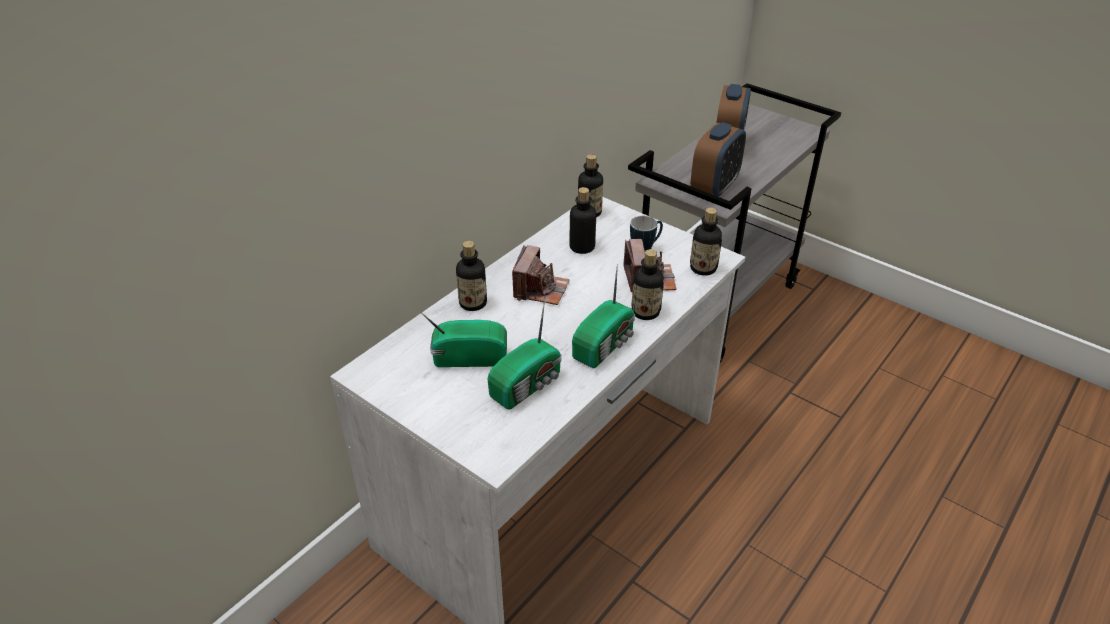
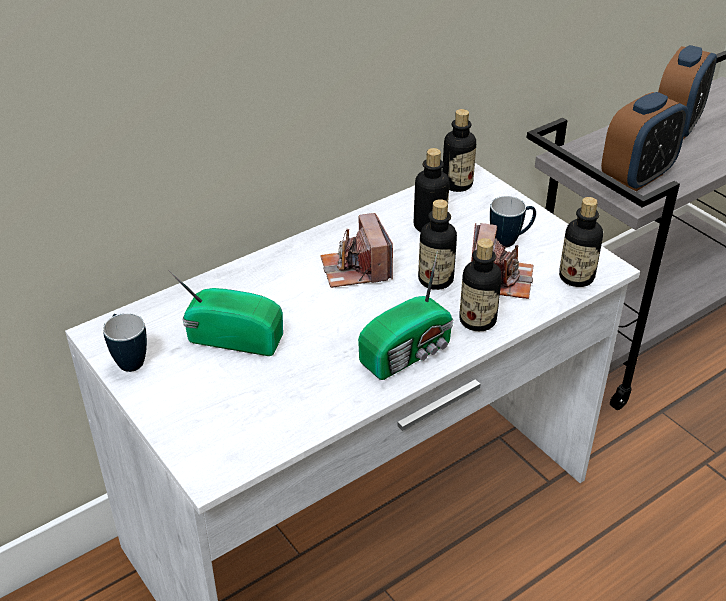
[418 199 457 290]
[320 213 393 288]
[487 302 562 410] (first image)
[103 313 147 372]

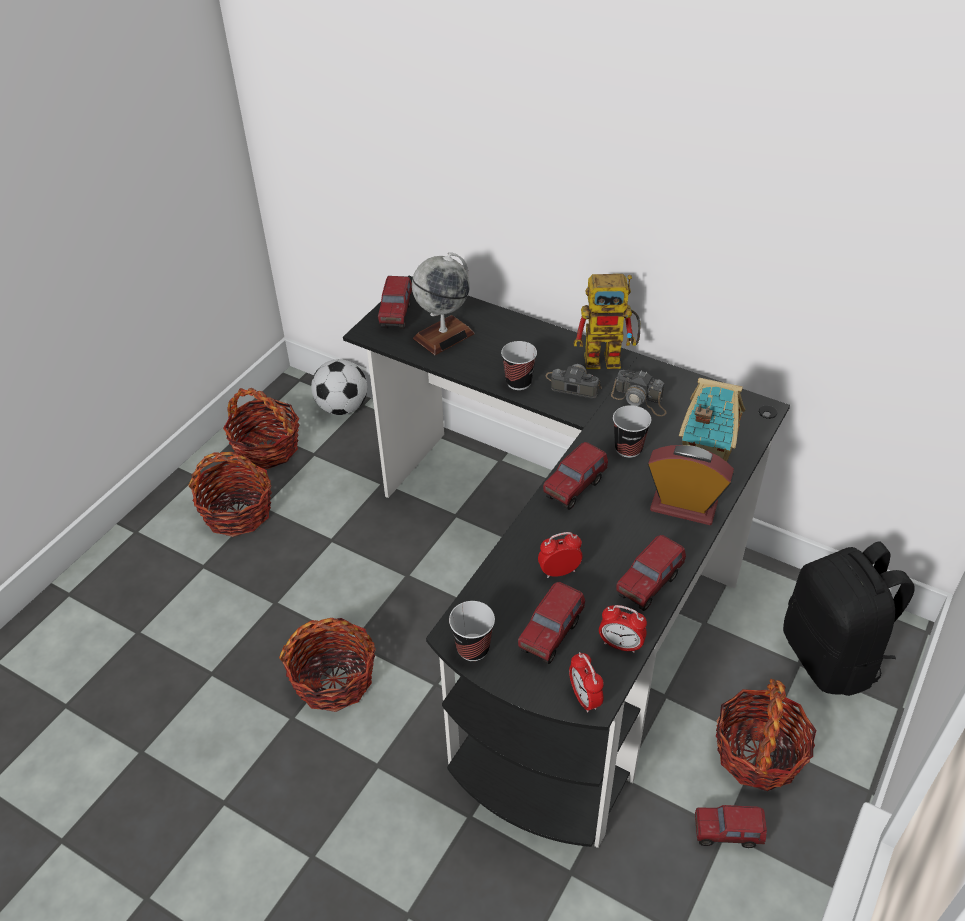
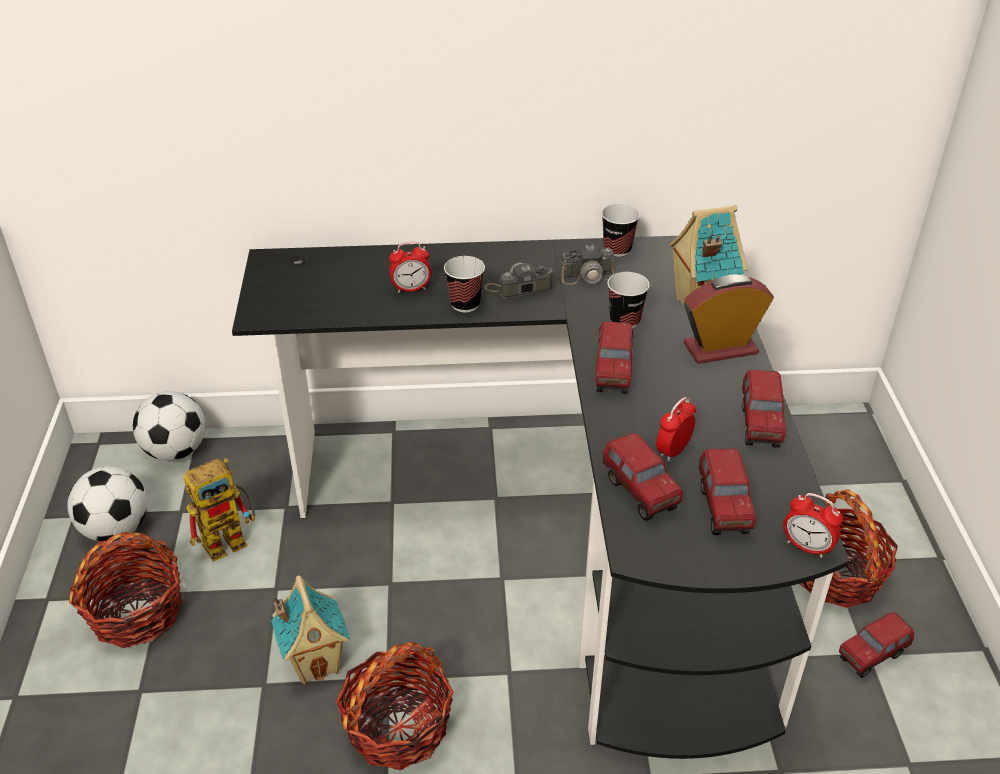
[412 252 475 355] (first image)
[184 458 255 562]
[603 433 683 521]
[67 466 148 542]
[783 542 915 696] (first image)
[601 204 640 257]
[389 242 431 293]
[271 575 350 684]

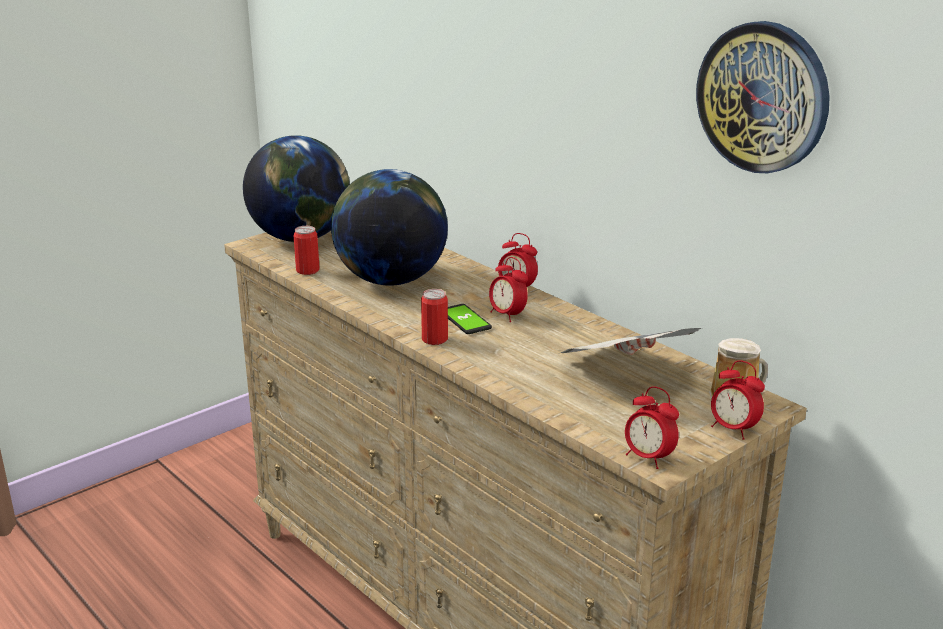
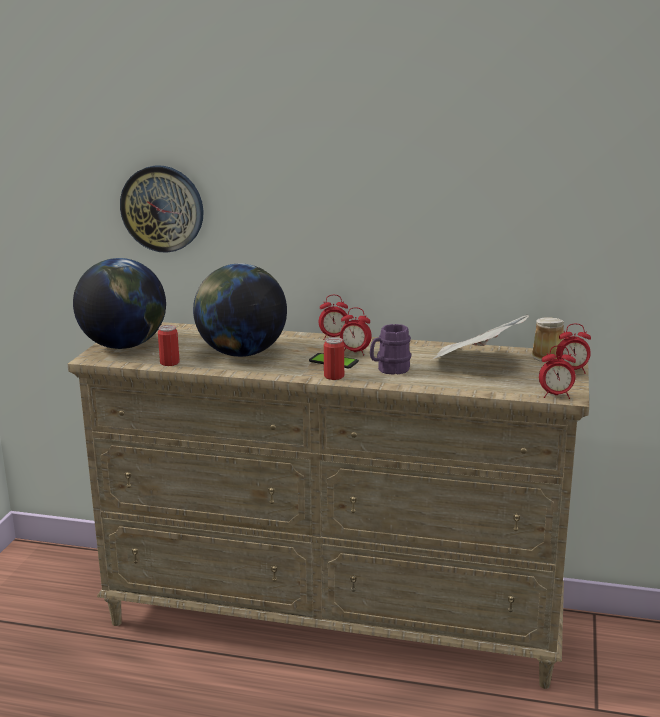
[120 165 204 253]
[370 324 411 375]

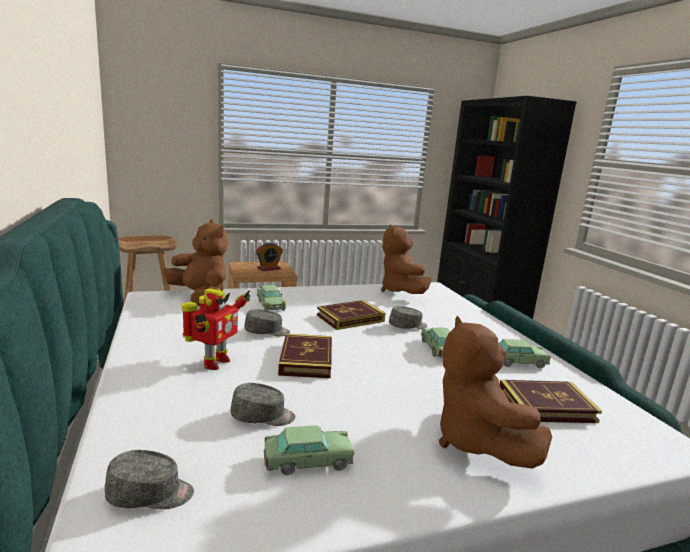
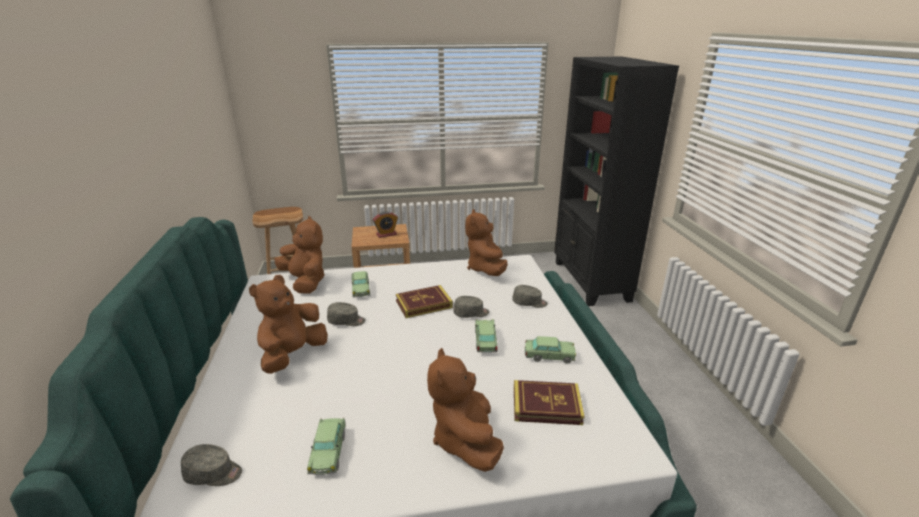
[249 275 328 374]
[278 334 332 378] (first image)
[512 285 548 308]
[307 418 346 475]

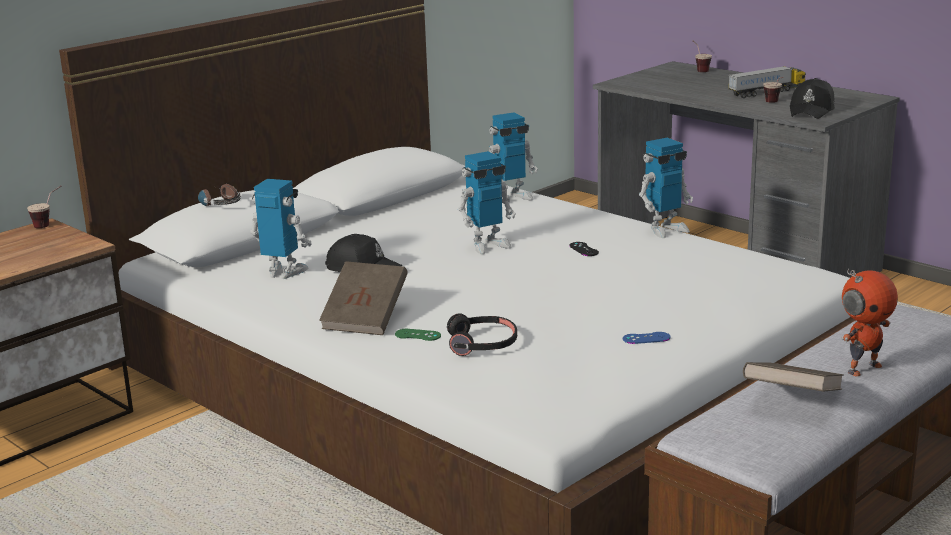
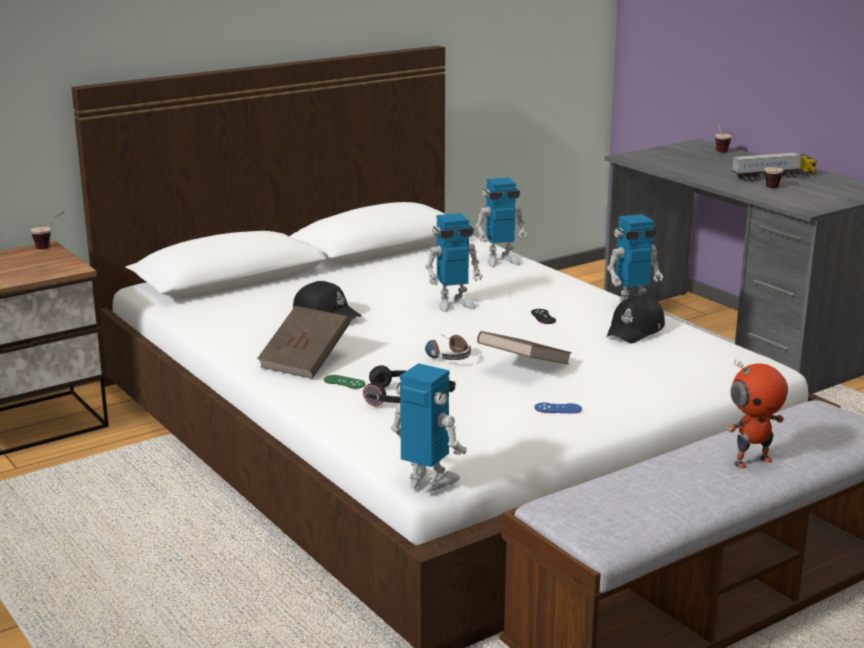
[607 295 665 343]
[391 363 467 493]
[425 335 471 360]
[477 331 572 364]

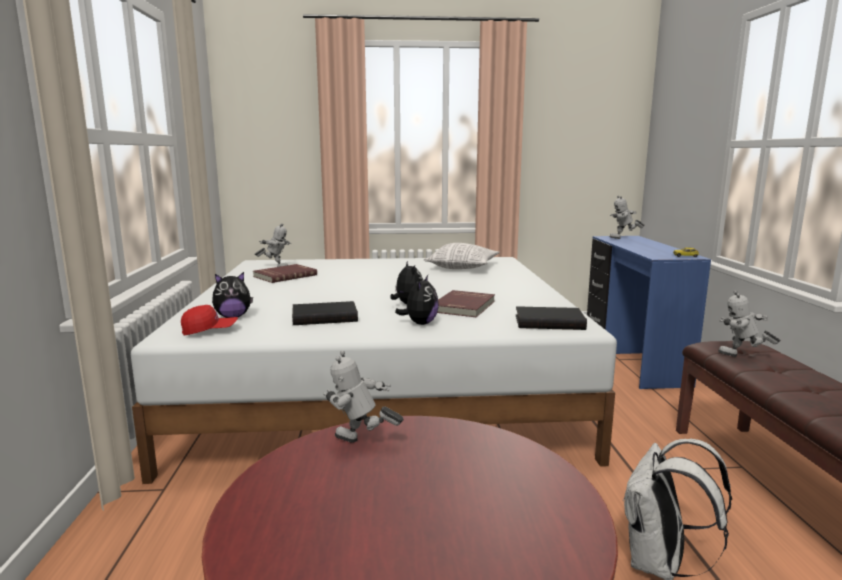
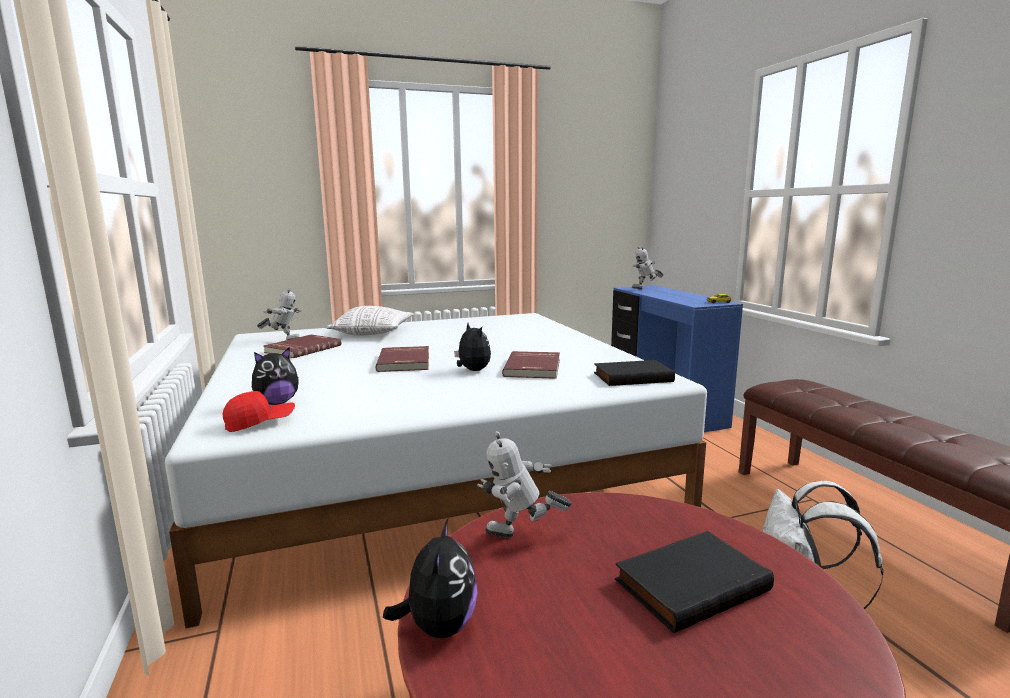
[325 306 414 336]
[383 519 477 638]
[718 291 781 357] (first image)
[615 531 774 633]
[376 346 429 372]

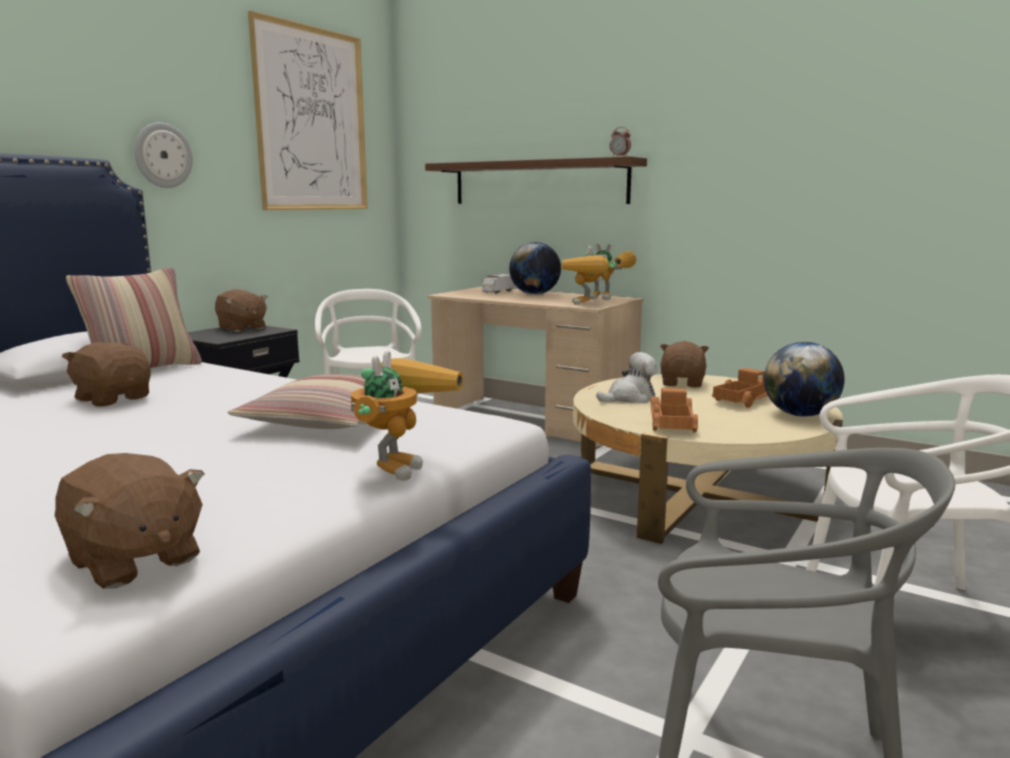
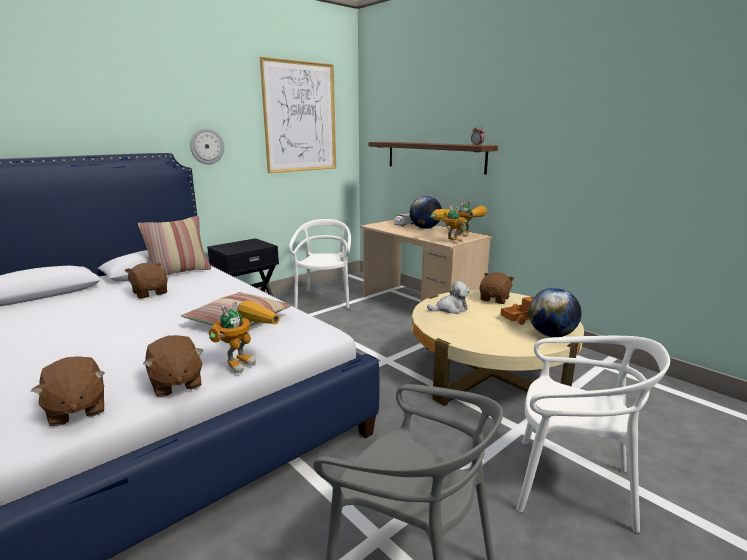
[430 205 467 242]
[143 335 204 397]
[650 388 698 433] (first image)

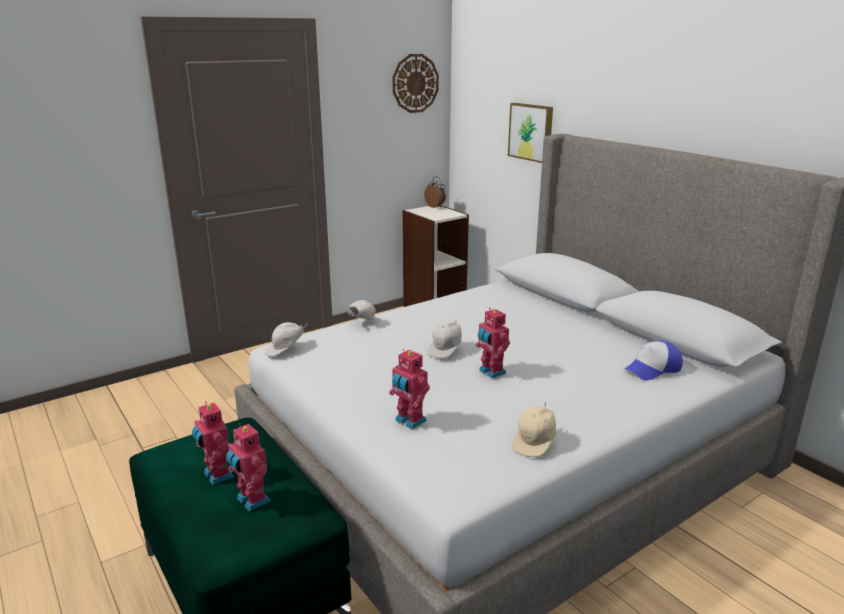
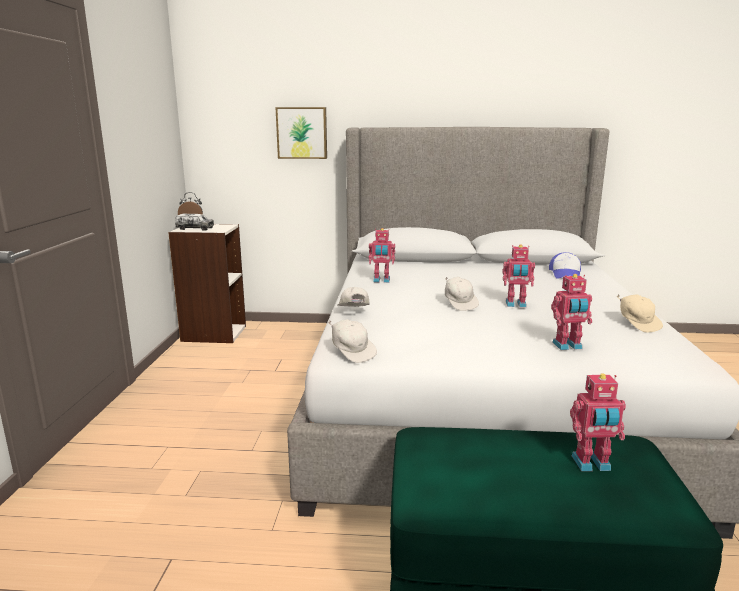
[392 54 439 113] (first image)
[328 319 377 363]
[369 228 395 283]
[175 214 214 231]

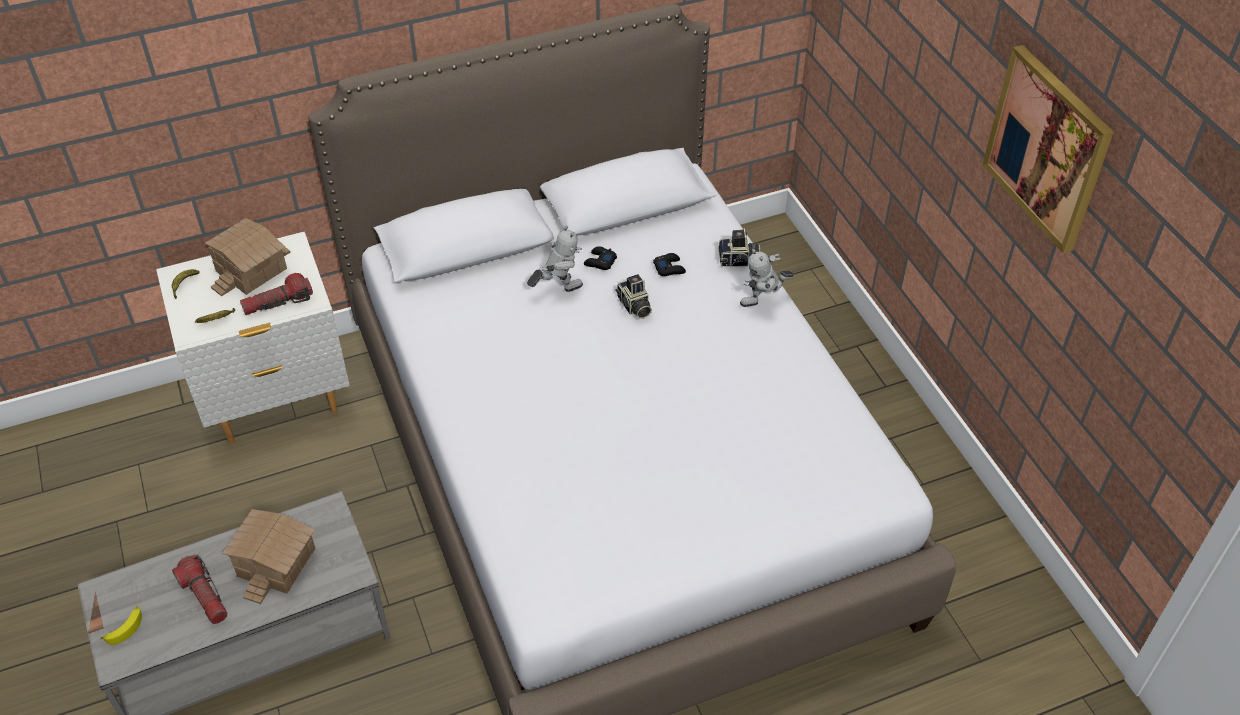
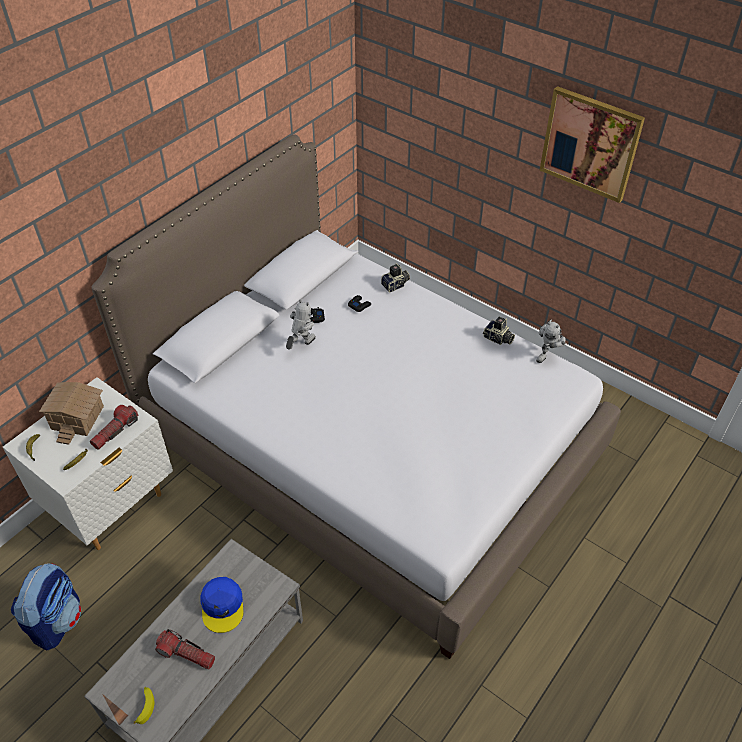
[536 319 566 363]
[483 317 515 345]
[200 577 244 633]
[11 563 81 650]

